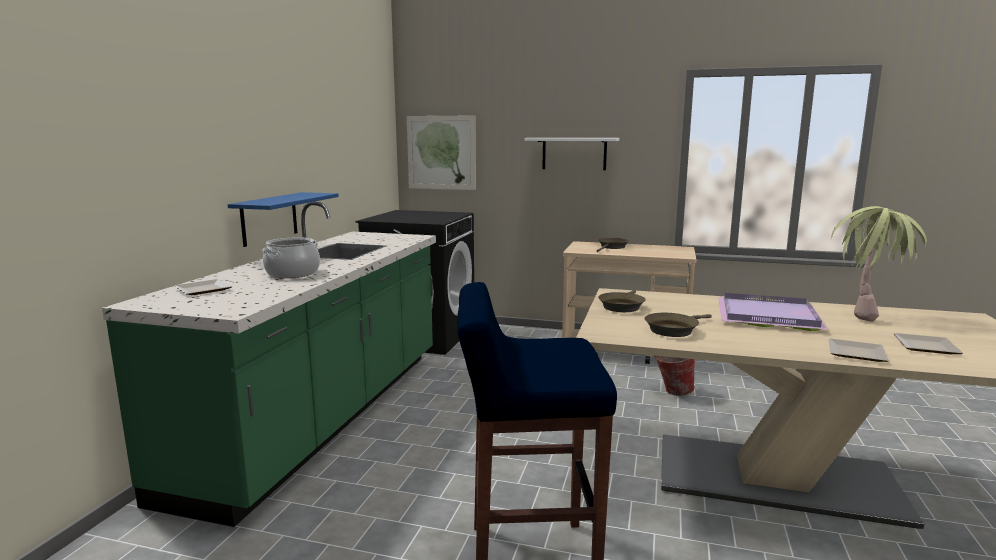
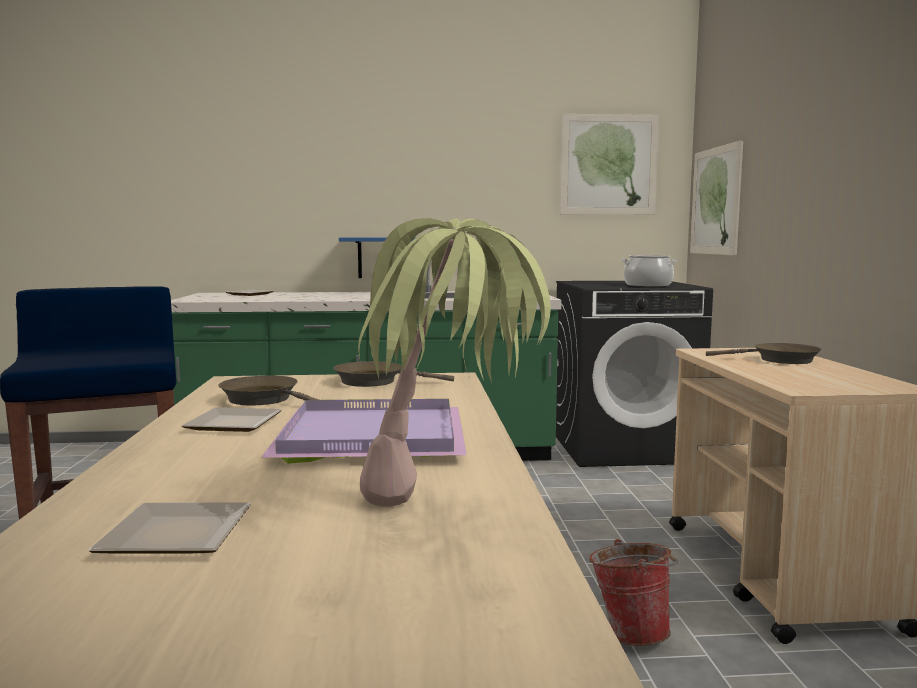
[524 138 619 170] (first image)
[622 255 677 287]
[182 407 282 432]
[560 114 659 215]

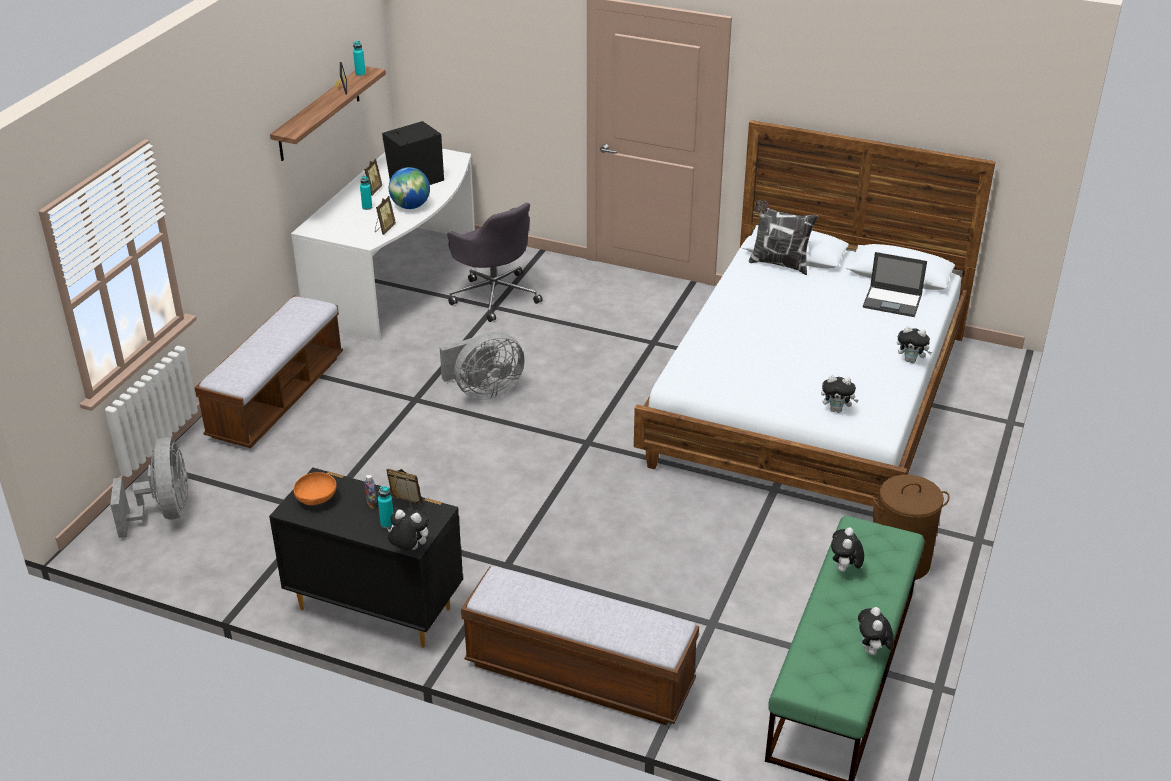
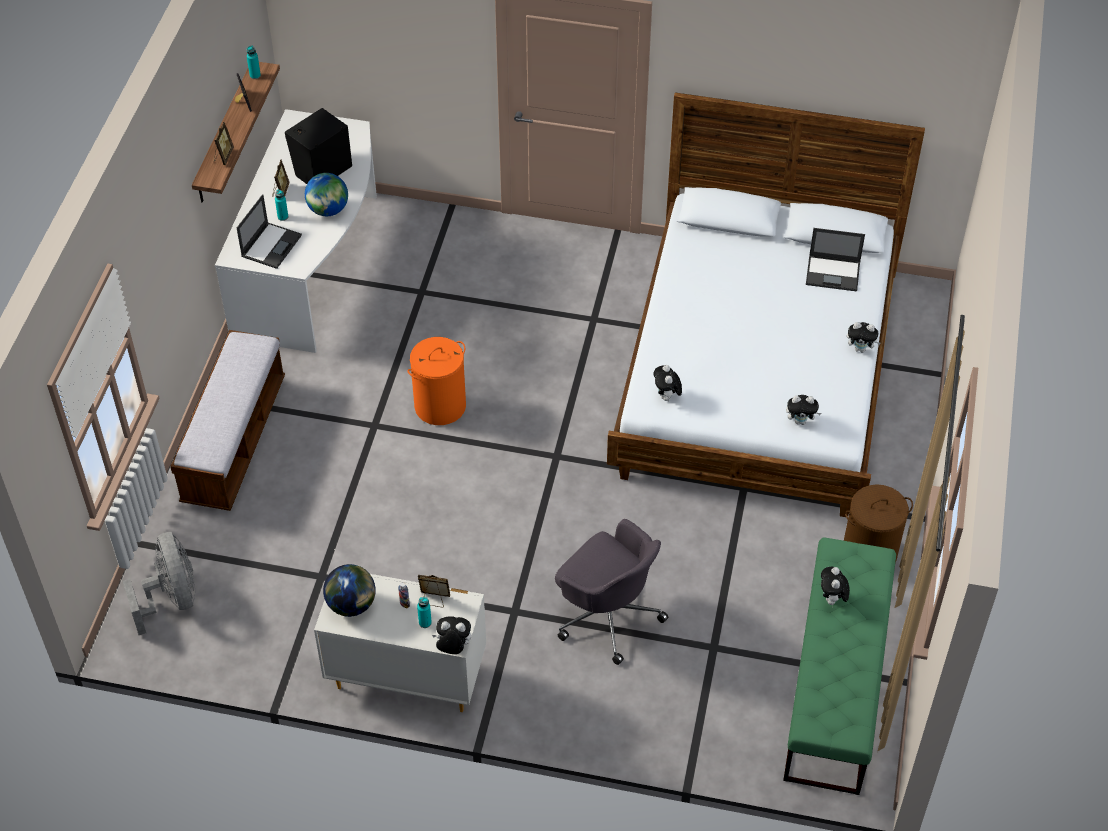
[214 122 234 165]
[749 200 818 275] (first image)
[555 519 668 665]
[407 337 466 425]
[314 574 486 712]
[323 564 376 617]
[461 566 699 725] (first image)
[653 365 682 402]
[237 194 302 269]

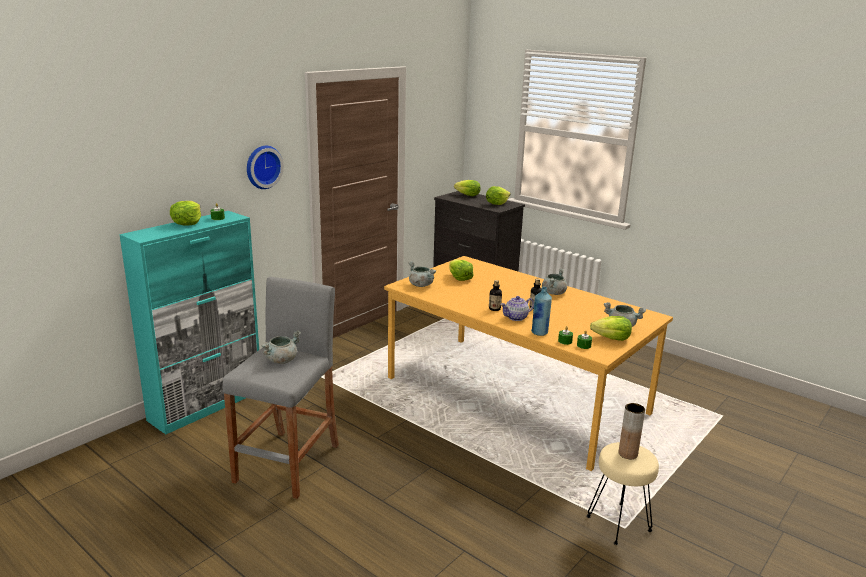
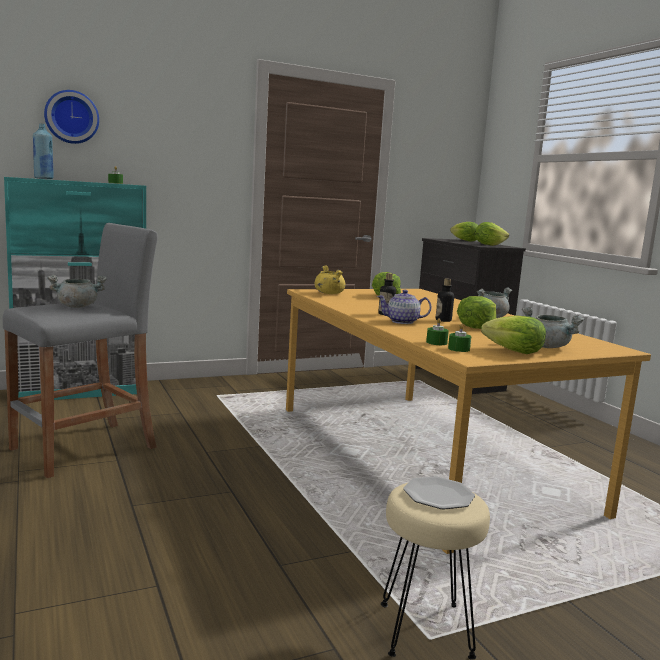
[44 90 99 144]
[457 296 496 329]
[315 266 345 294]
[33 124 54 179]
[403 476 475 509]

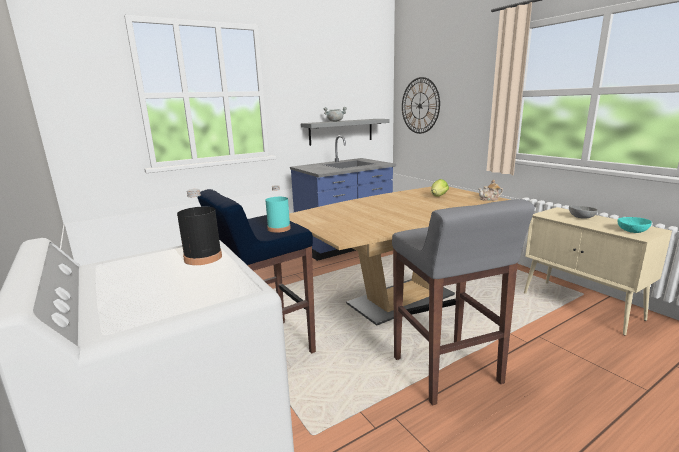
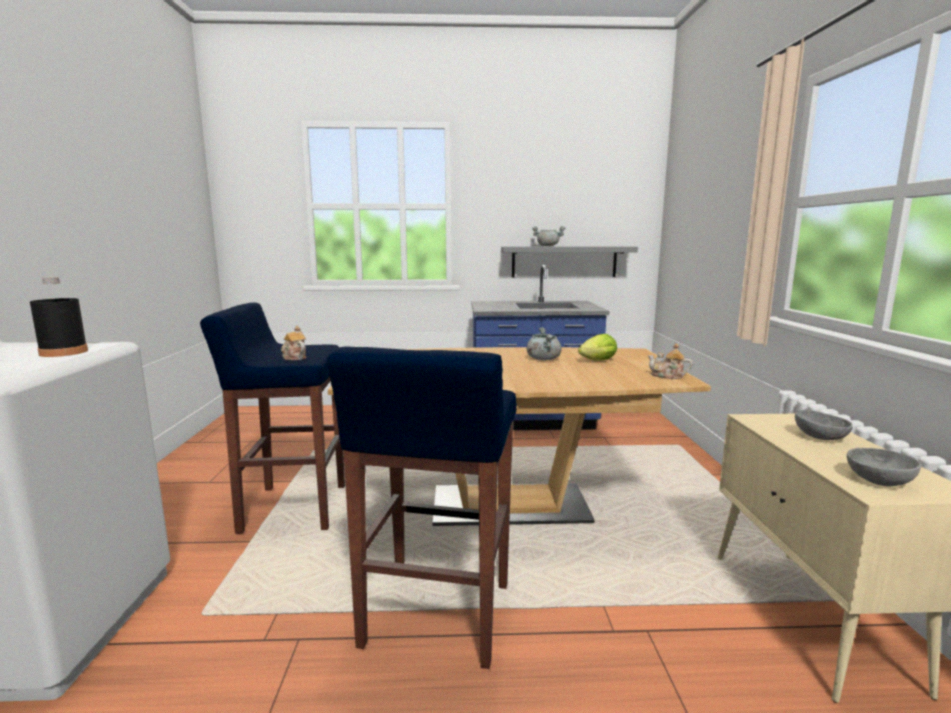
[402 77 440 134] (first image)
[281 326 306 360]
[327 347 517 669]
[847 448 921 486]
[527 327 561 360]

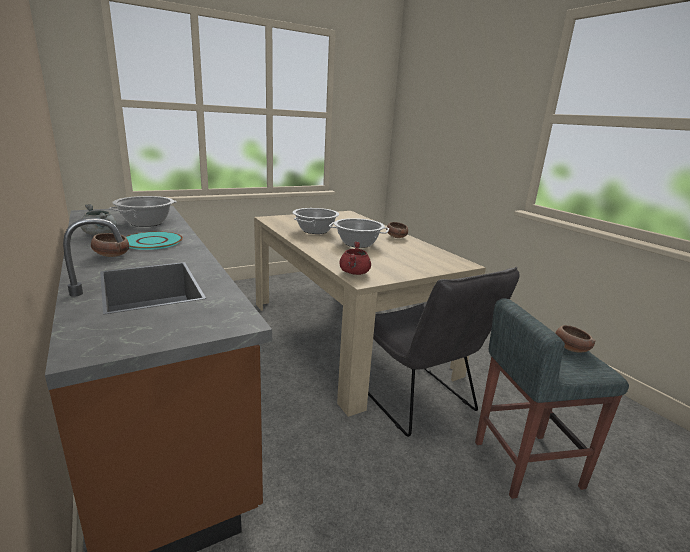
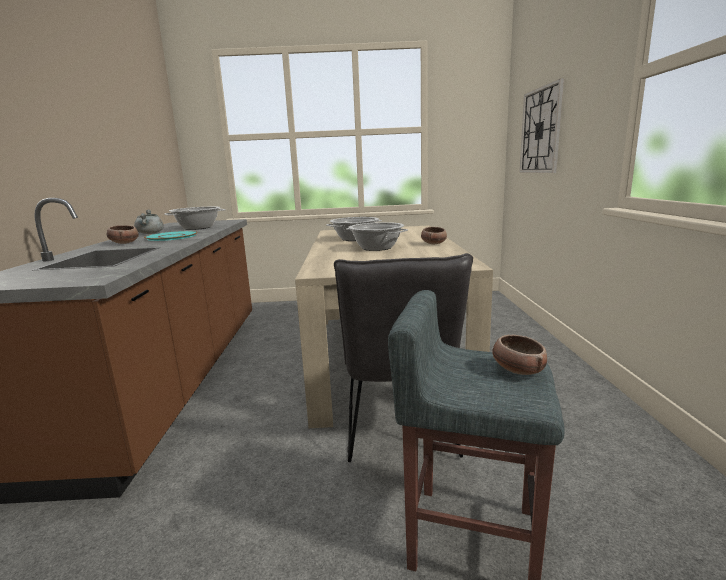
[339 241 371 275] (first image)
[519 78 564 173]

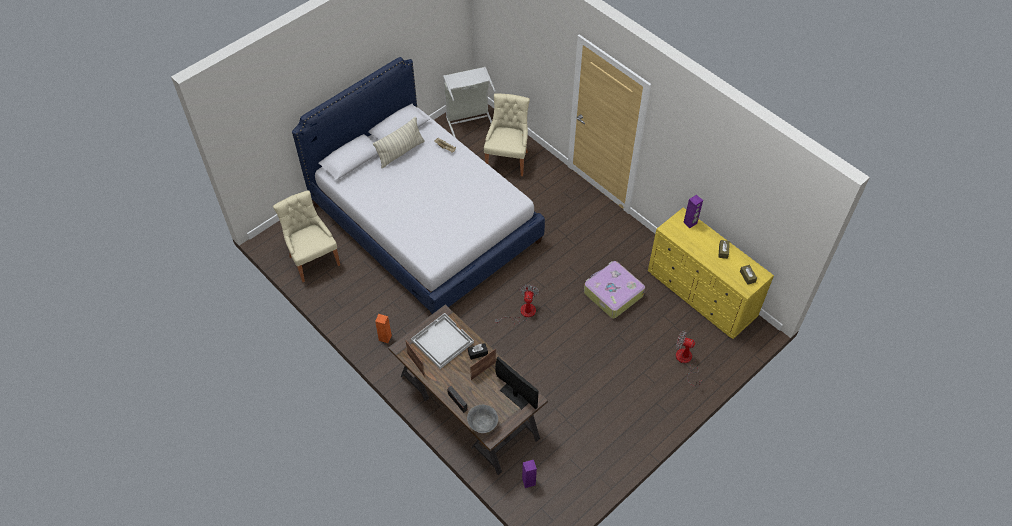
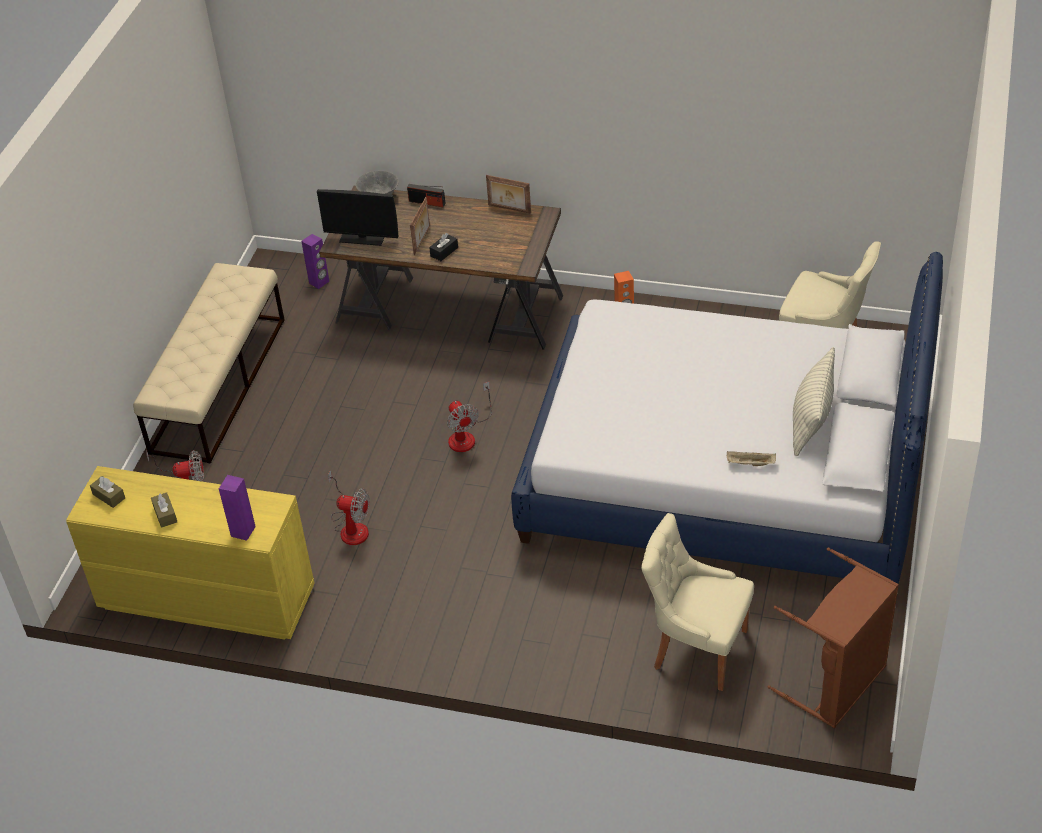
[768 547 899 728]
[641 513 754 691]
[328 470 370 545]
[411 313 474 369] (first image)
[133 263 285 464]

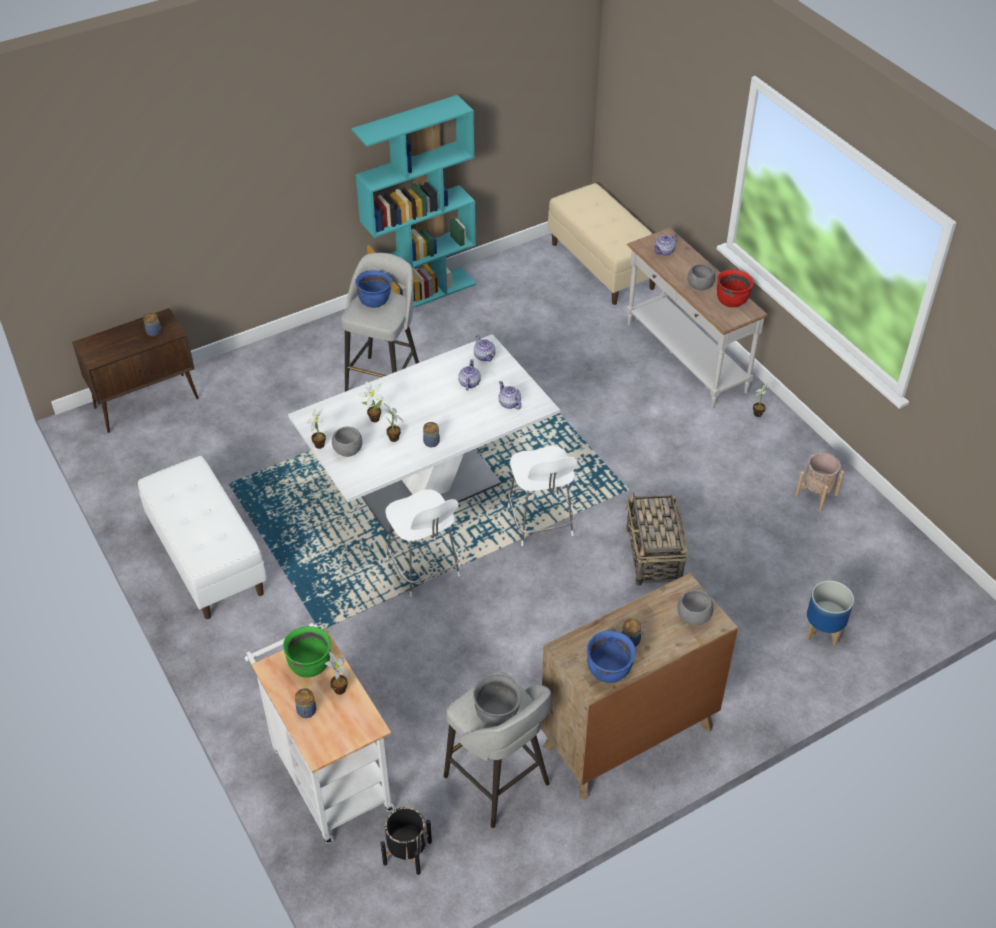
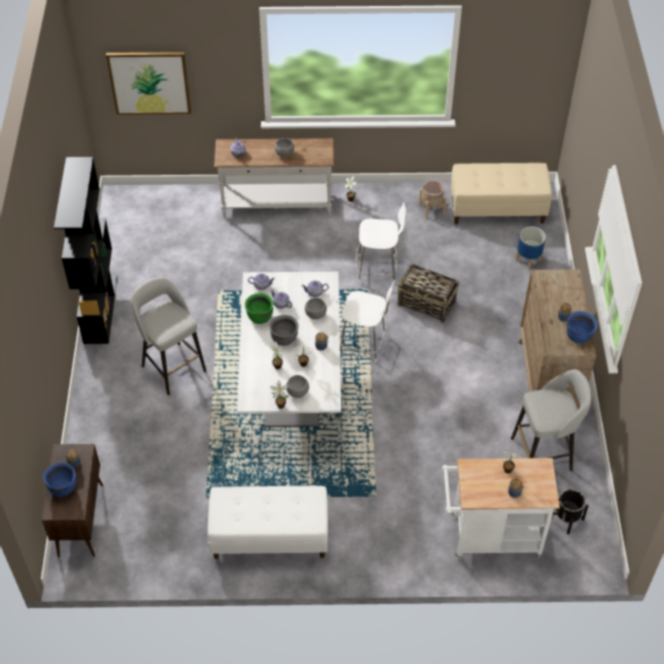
[54 157 117 344]
[451 163 552 225]
[43 462 76 497]
[717 270 754 307] (first image)
[356 202 406 284]
[305 298 327 319]
[245 293 273 324]
[269 315 299 346]
[106 52 191 115]

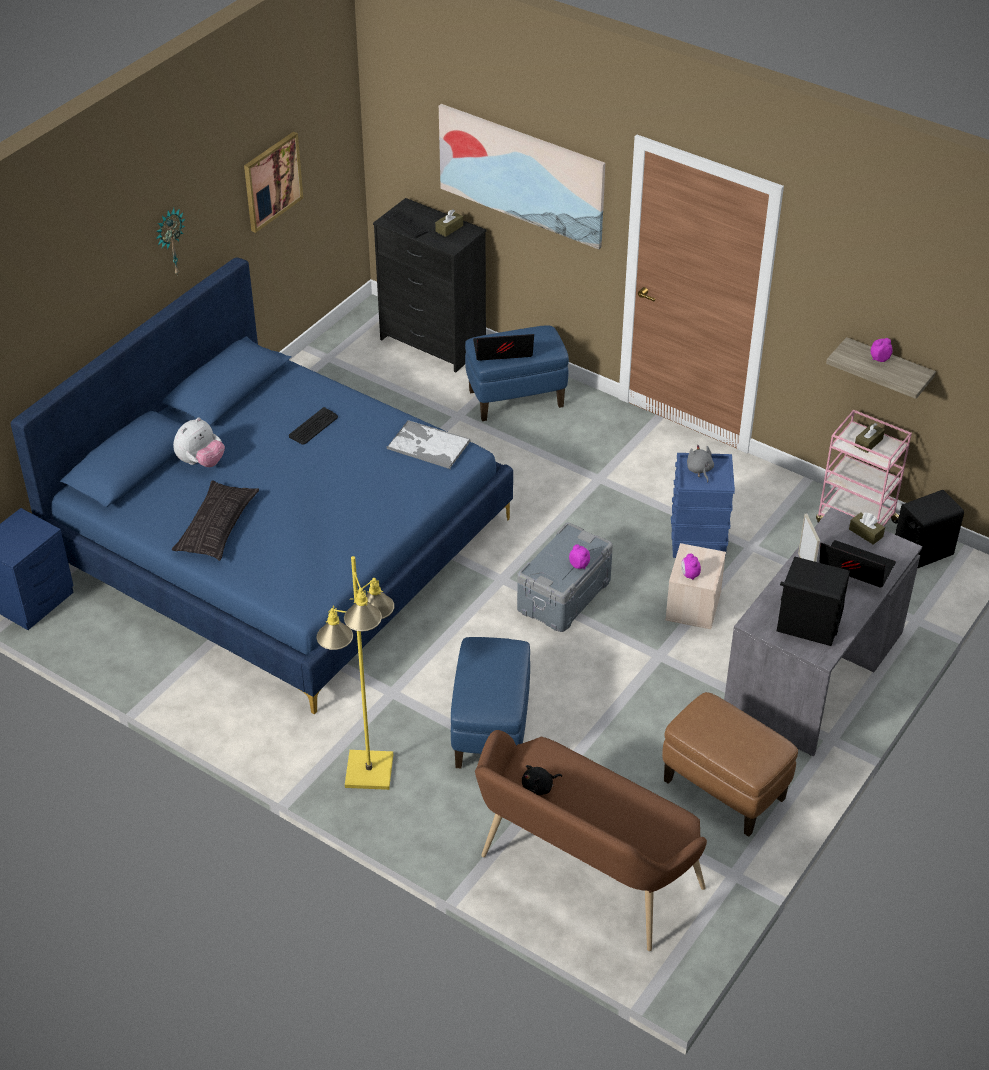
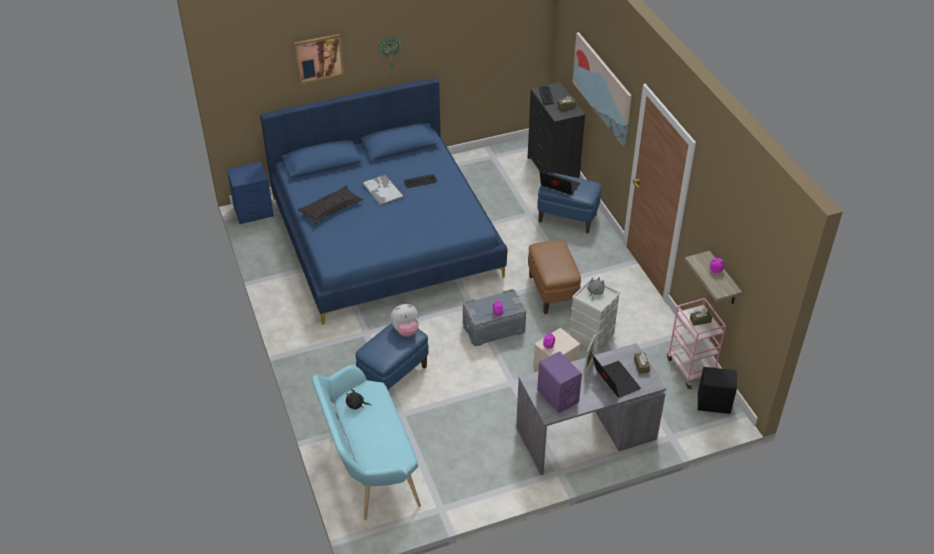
[294 34 344 84]
[390 304 419 337]
[362 174 404 206]
[570 277 620 352]
[316 556 394 790] (first image)
[537 351 582 413]
[528 240 581 314]
[312 365 421 520]

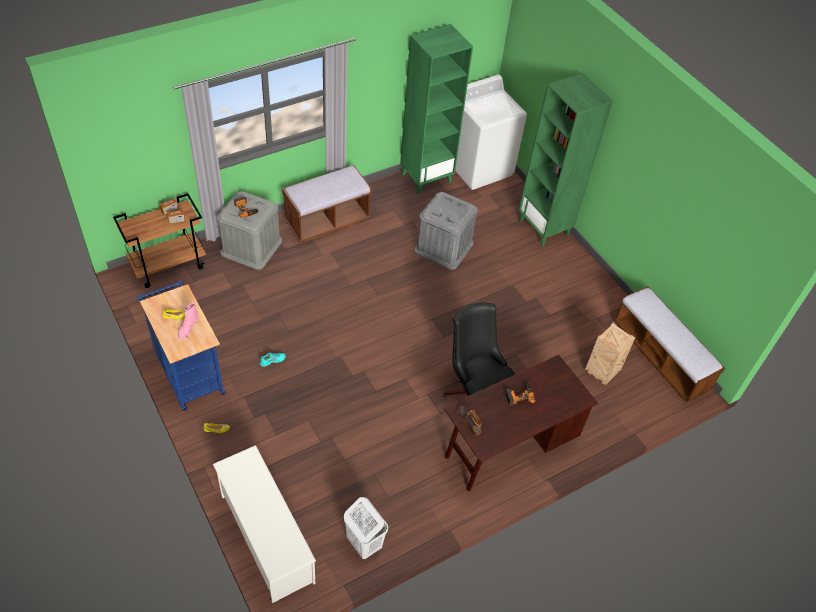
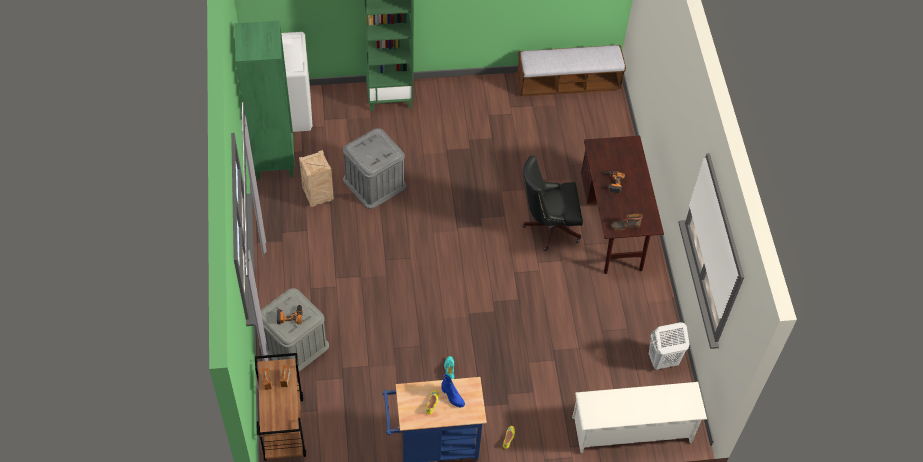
[282 165 372 243] (first image)
[441 374 465 408]
[299 150 334 207]

